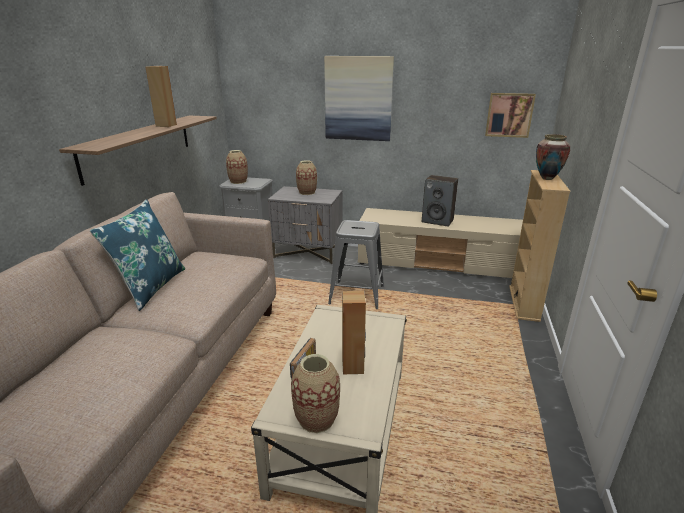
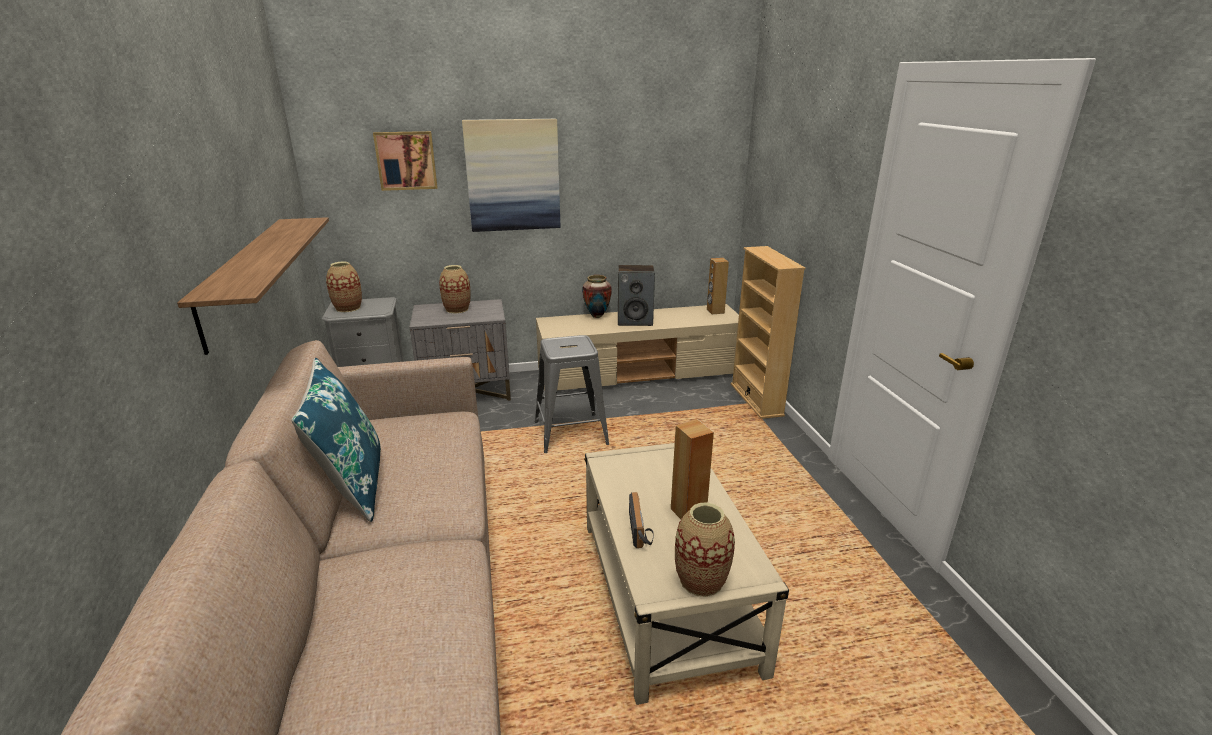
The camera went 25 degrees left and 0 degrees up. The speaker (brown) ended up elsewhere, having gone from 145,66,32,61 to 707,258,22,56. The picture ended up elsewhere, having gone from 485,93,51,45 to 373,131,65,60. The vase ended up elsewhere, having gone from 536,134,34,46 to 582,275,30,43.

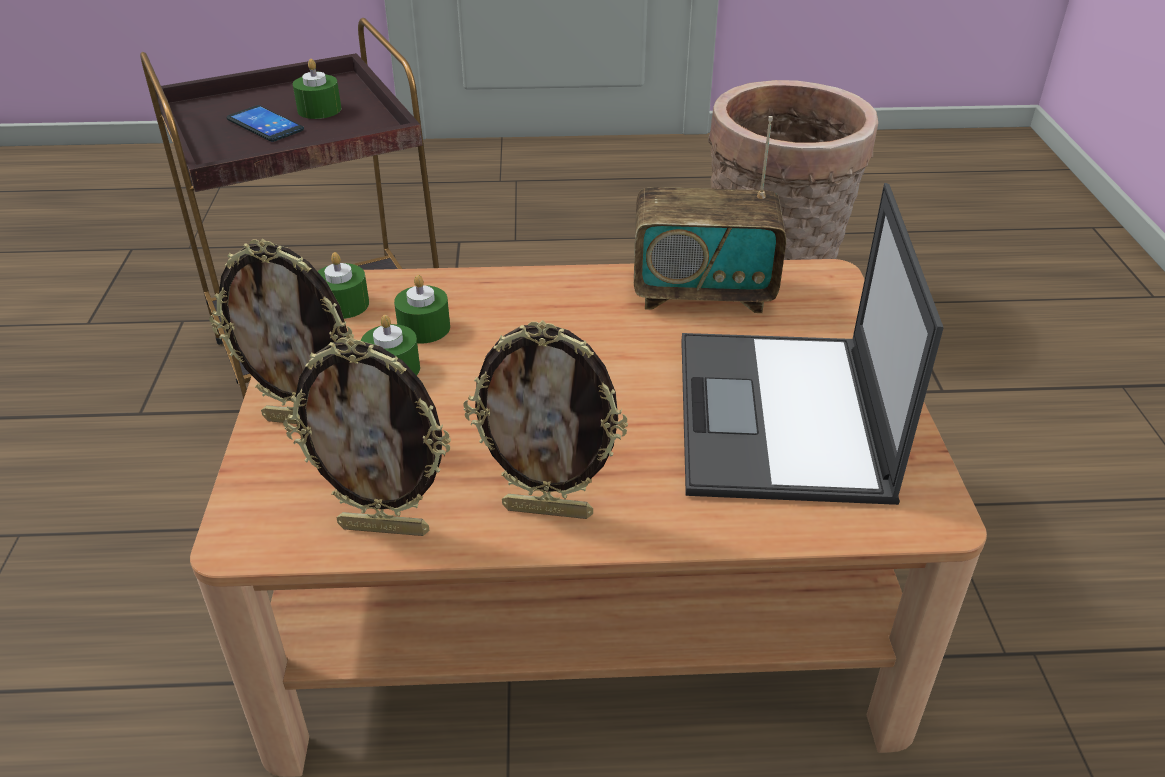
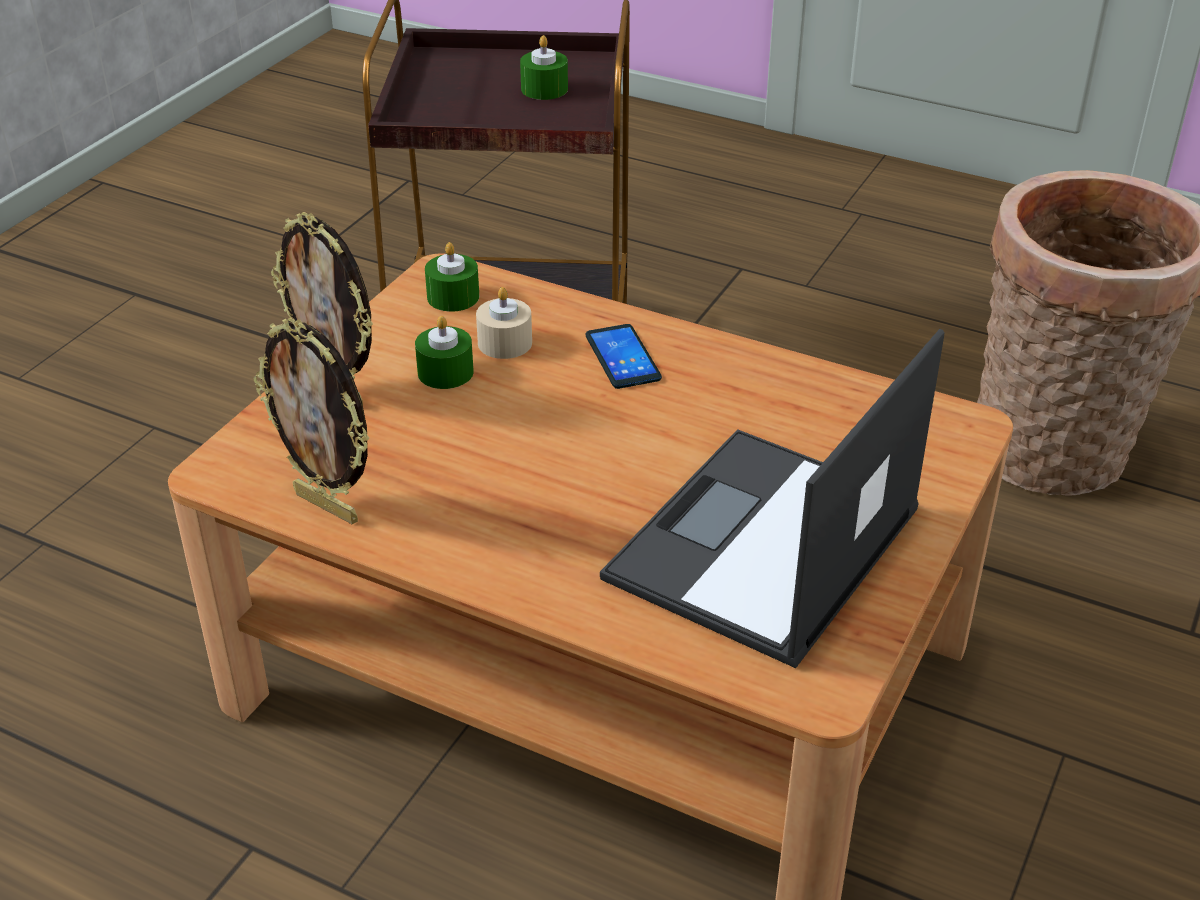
The camera went 30 degrees right and 0 degrees up. The phone ended up elsewhere, having gone from 227,105,77,37 to 586,324,76,65. The second view lost the radio at 634,116,152,197. What was the candle (green) at 394,275,56,69 turned into the candle (beige) at 476,287,56,72. The second view lost the picture frame at 463,320,165,199.

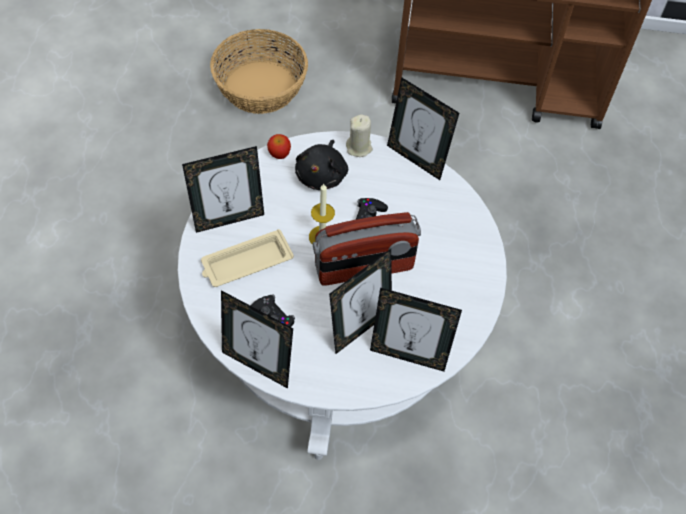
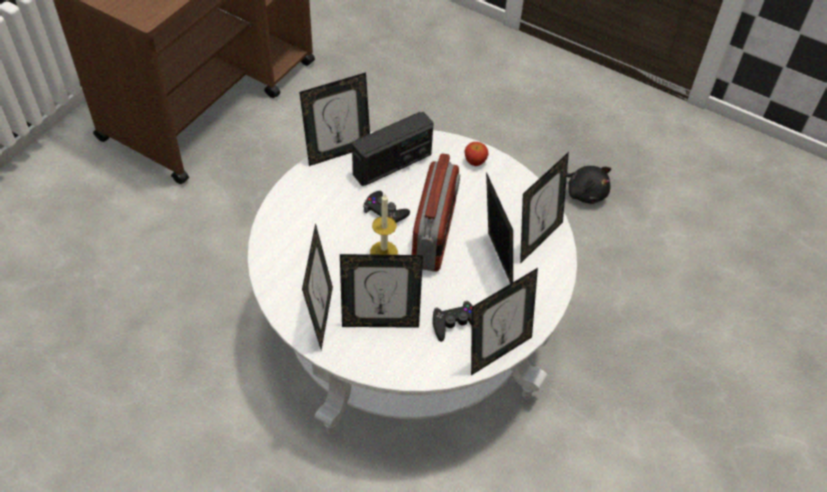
The camera went 65 degrees left and 5 degrees down. The second view lost the basket at 210,29,98,85. The second view lost the candle (beige) at 346,115,27,42. The apple ended up elsewhere, having gone from 267,134,24,25 to 464,142,24,24. The plush toy (black) ended up elsewhere, having gone from 295,140,53,50 to 567,166,44,38. Where the tray (beige) stood at 201,229,93,58, the picture frame came to stand at 340,254,83,74. The second view gained the radio at 352,112,82,74.

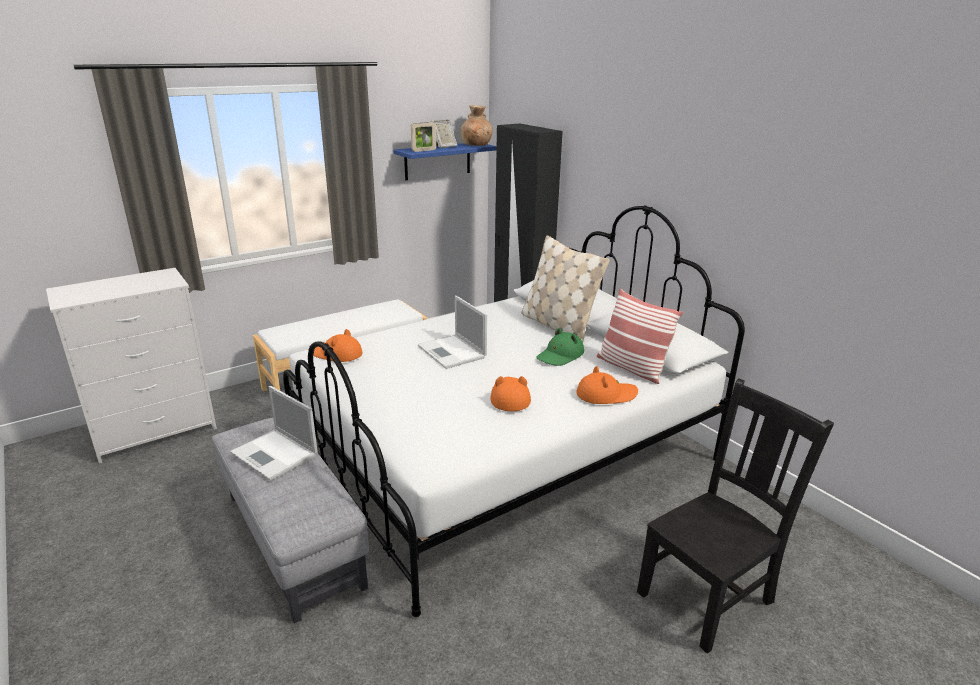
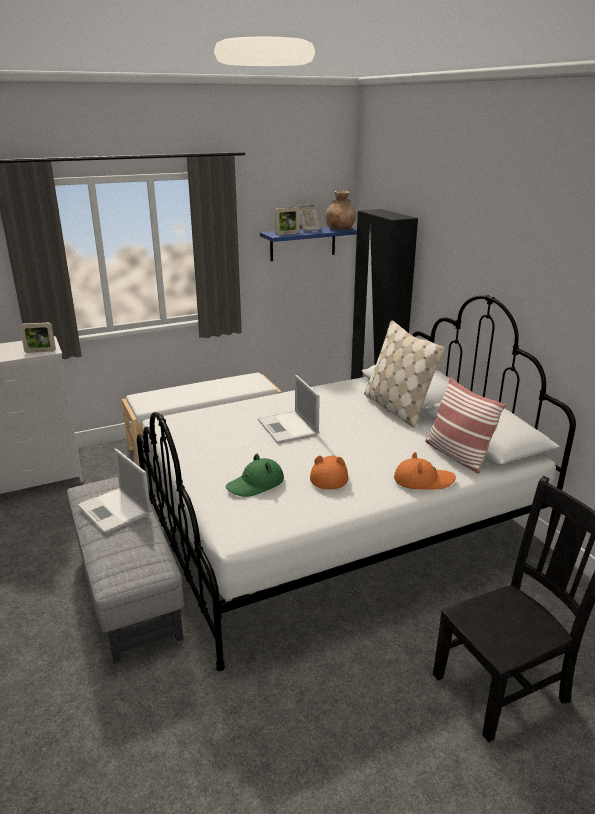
The camera went 10 degrees right and 0 degrees up. The hat (green) ended up elsewhere, having gone from 536,328,48,38 to 226,454,58,43. The second view lost the hat (orange) at 313,329,50,33. The second view gained the picture frame at 20,322,36,31.

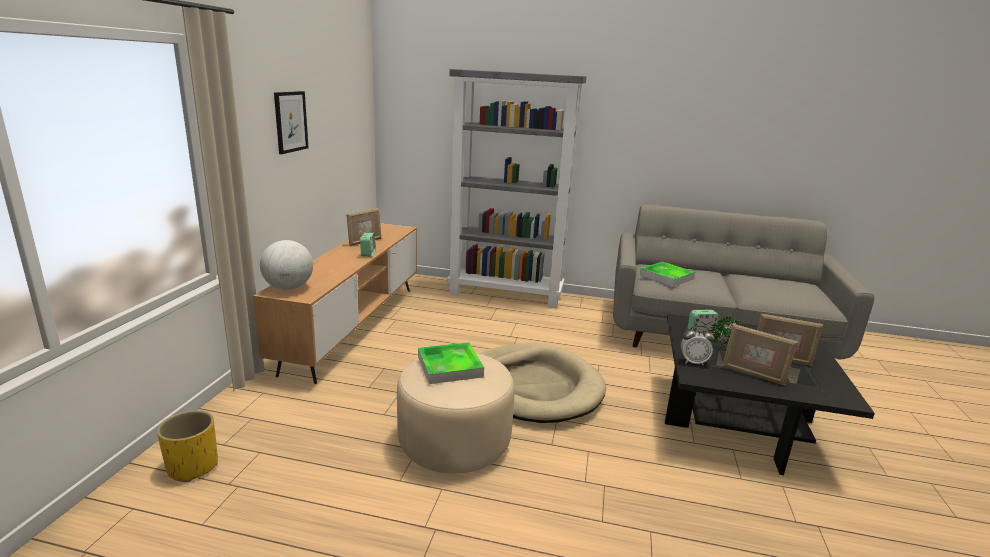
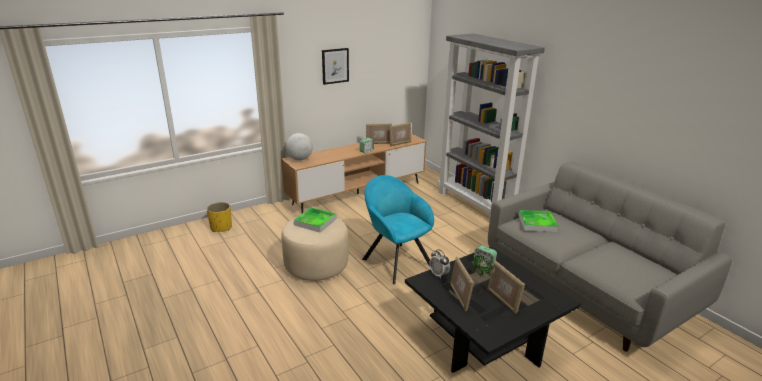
The camera went 45 degrees right and 5 degrees up. Where the dog bed (beige) stood at 480,343,126,80, the armchair (turquoise) came to stand at 362,175,72,109. The second view gained the picture frame at 390,122,21,24.

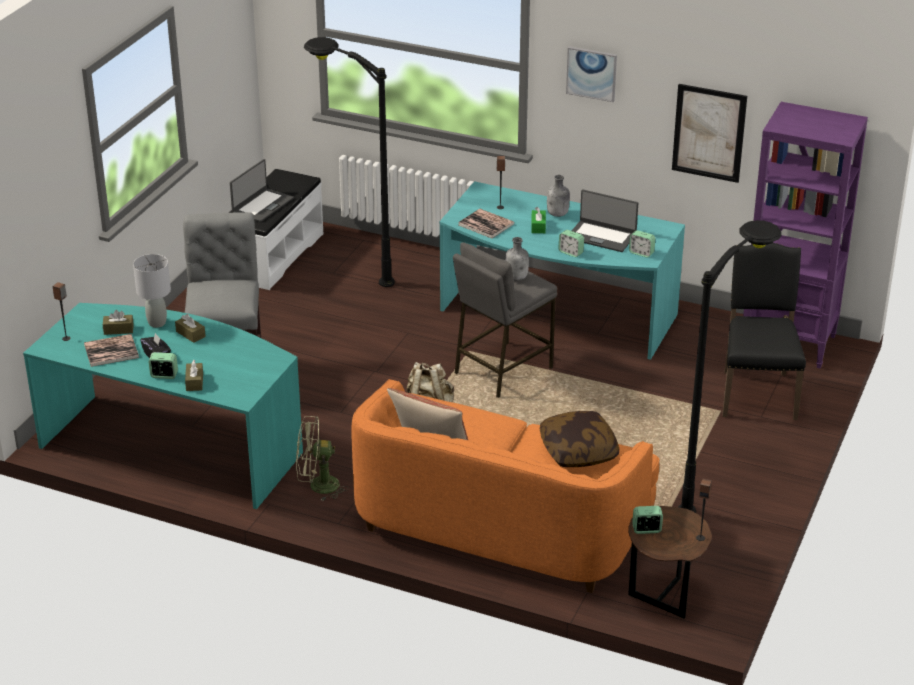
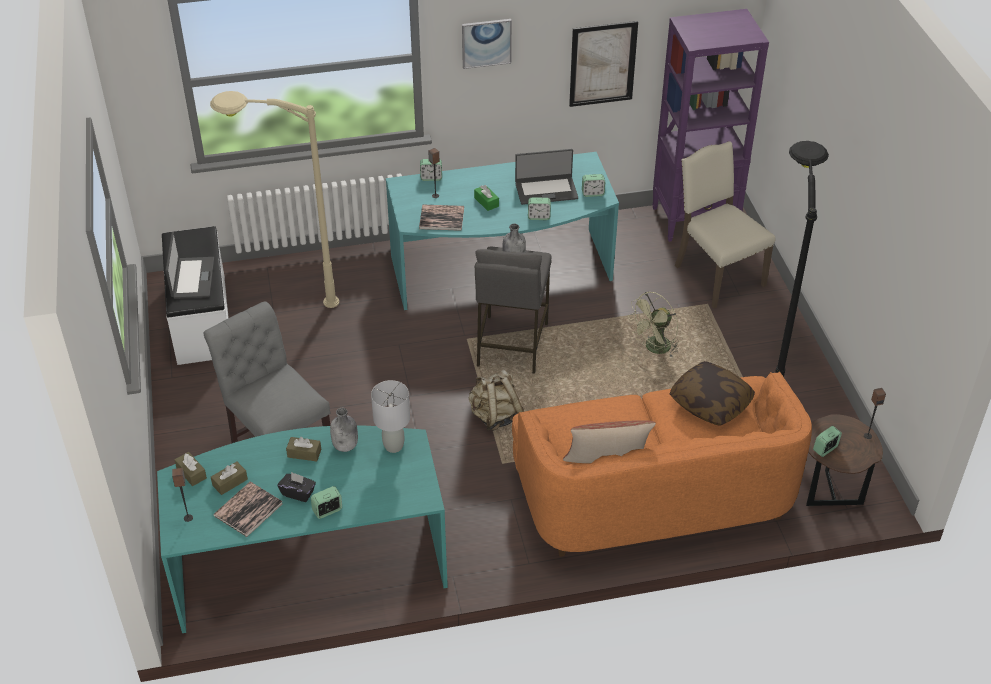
The camera went 35 degrees left and 10 degrees up. What was the floor lamp (black) at 304,37,91,250 turned into the floor lamp (beige) at 210,91,129,217. The bottle (grey) ended up elsewhere, having gone from 547,175,23,42 to 330,408,28,44. What was the chair (black) at 722,243,84,177 turned into the chair (beige) at 675,141,100,167. The table lamp (grey) ended up elsewhere, having gone from 133,254,38,74 to 371,380,39,73. The tissue box (brown) ended up elsewhere, having gone from 185,360,18,31 to 175,452,32,34. The fan (green) ended up elsewhere, having gone from 296,416,52,85 to 628,292,51,66. The second view gained the alarm clock at 420,159,22,22.

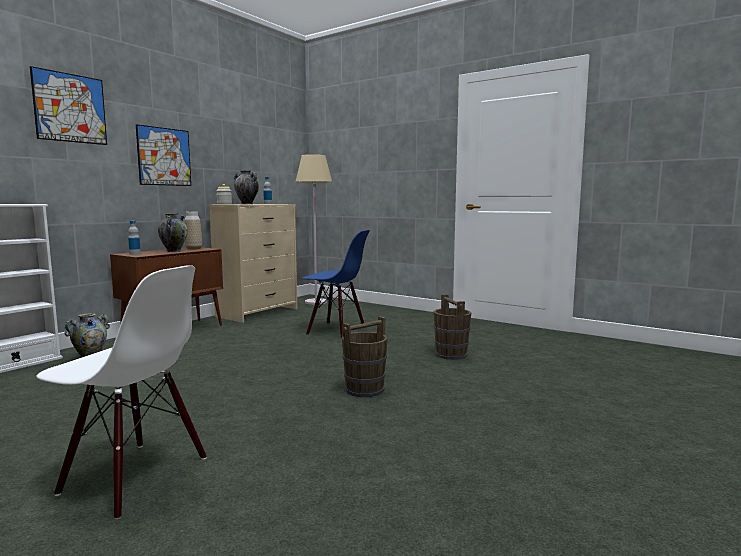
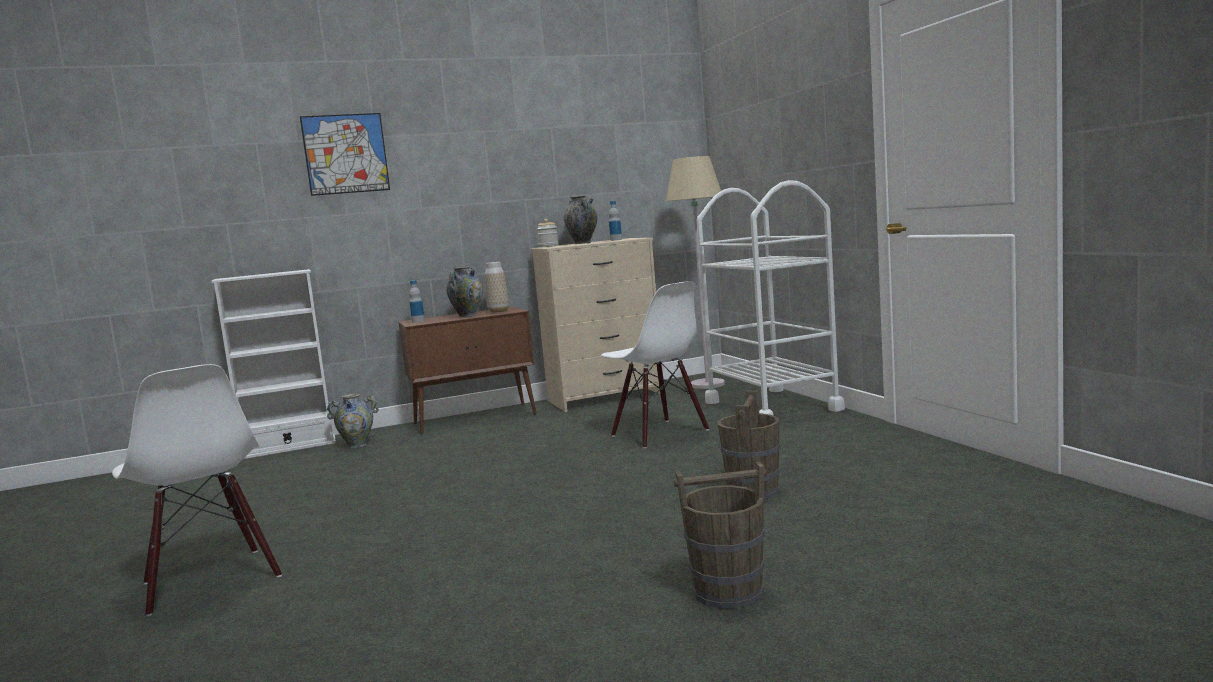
The camera went 35 degrees right and 0 degrees up. The second view lost the picture at 136,124,55,62. What was the chair (blue) at 302,230,68,109 turned into the chair (white) at 601,281,108,167. The bucket (brown) ended up elsewhere, having gone from 342,316,46,81 to 674,462,92,147. The second view gained the cart (white) at 697,180,148,236.

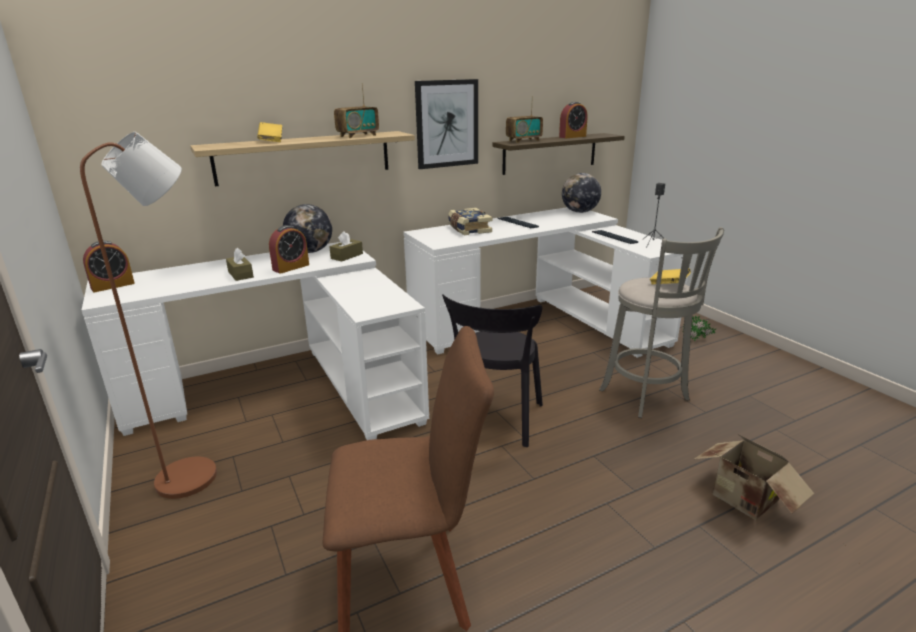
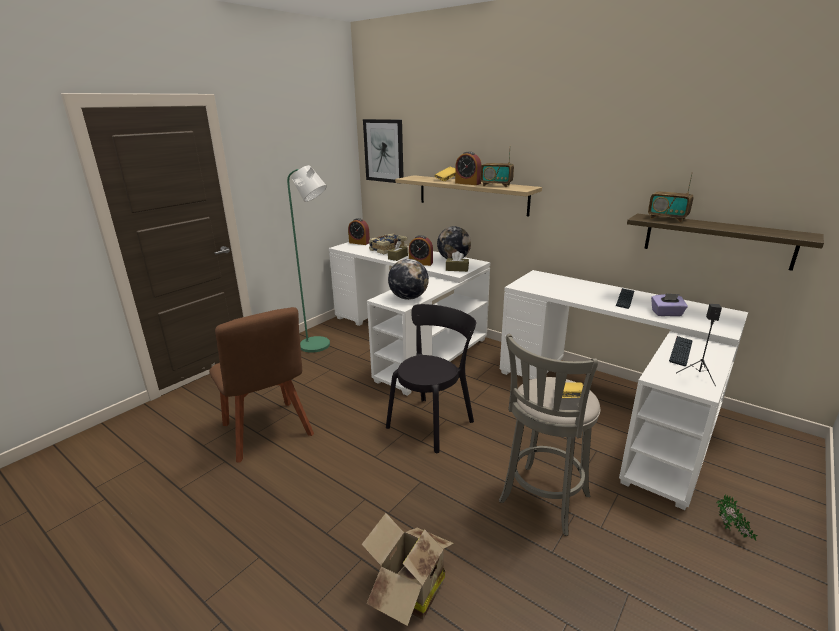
The camera went 65 degrees right and 0 degrees up. The picture ended up elsewhere, having gone from 415,79,63,90 to 363,119,41,65. The alarm clock ended up elsewhere, having gone from 559,102,29,36 to 455,151,27,34. What was the floor lamp (brown) at 80,132,137,367 turned into the floor lamp (green) at 287,165,43,188. The globe ended up elsewhere, having gone from 562,173,39,40 to 388,259,41,41. The book ended up elsewhere, having gone from 448,208,44,27 to 369,234,39,20. The chair (black) at 442,294,101,153 ended up facing another way, 135 degrees clockwise from before. The second view gained the tissue box (purple) at 651,293,37,23.

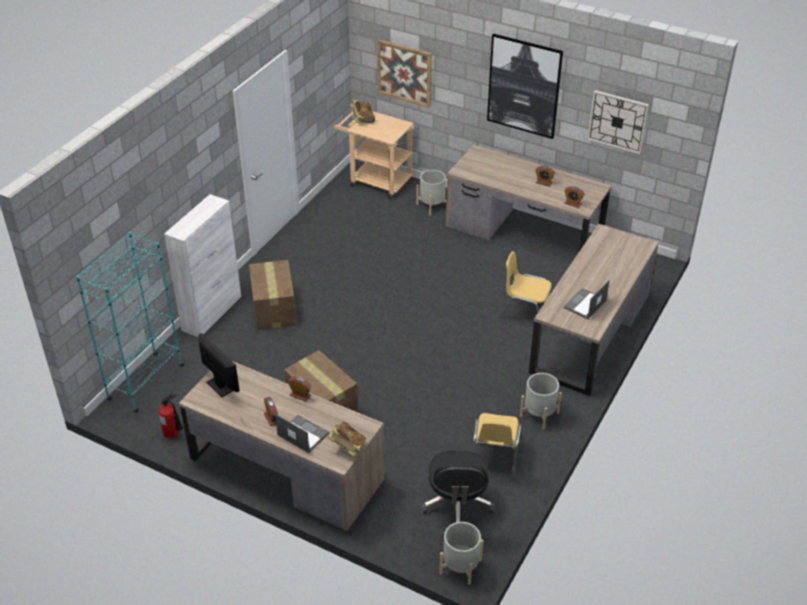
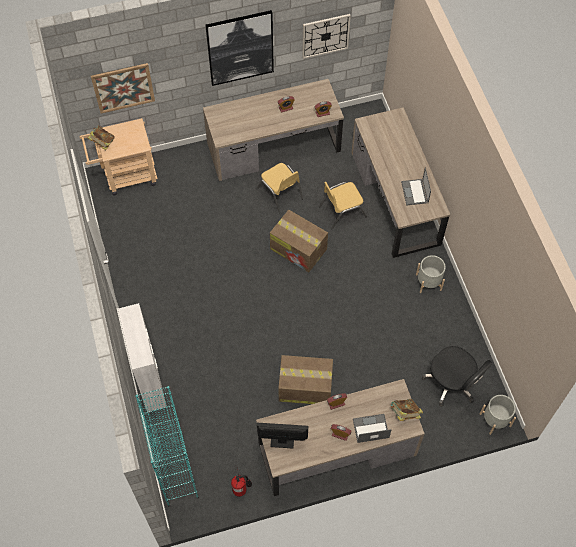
The camera went 45 degrees left and 20 degrees up. The second view lost the planter (grey) at 416,170,30,45. The cardboard box ended up elsewhere, having gone from 249,260,48,70 to 270,210,58,62. The chair (yellow) ended up elsewhere, having gone from 472,413,50,66 to 257,163,46,50.

